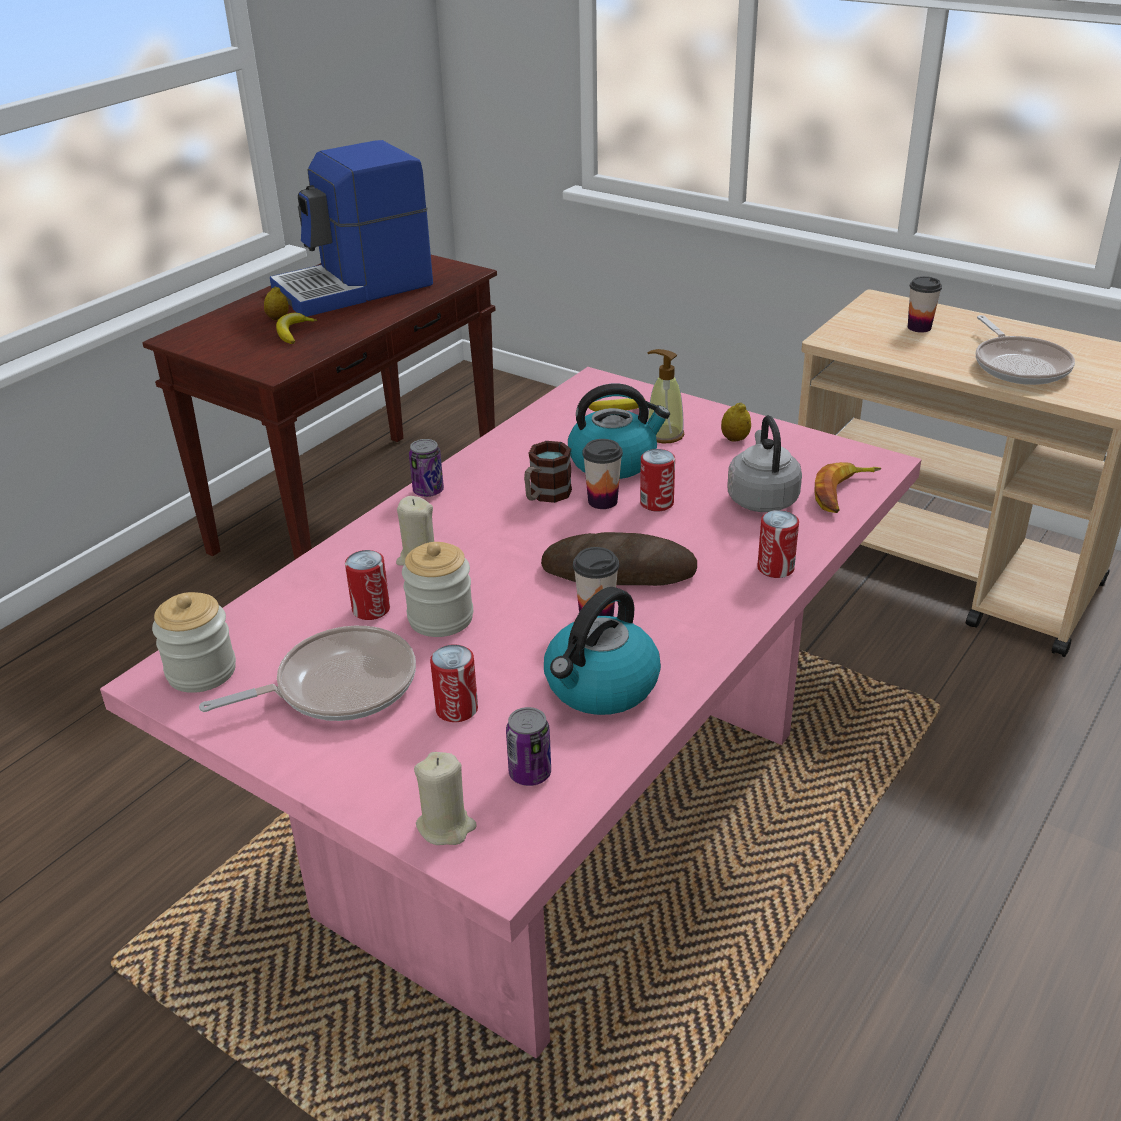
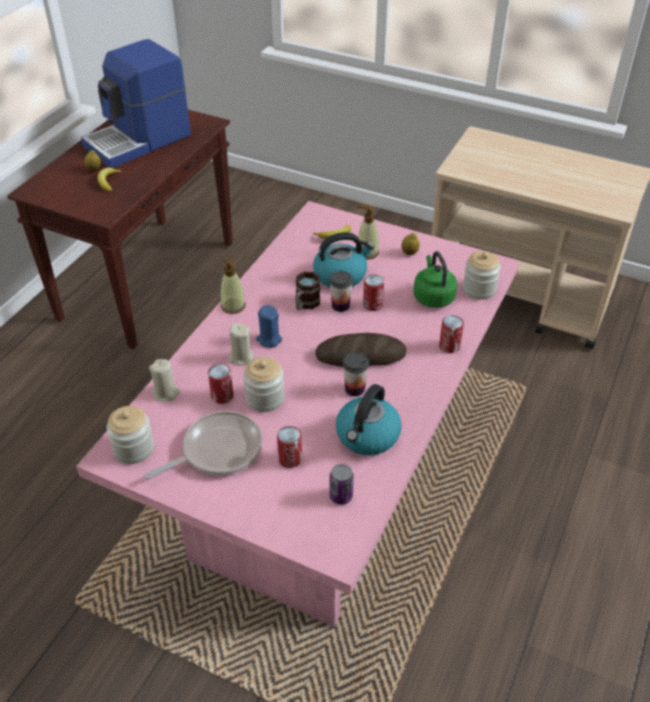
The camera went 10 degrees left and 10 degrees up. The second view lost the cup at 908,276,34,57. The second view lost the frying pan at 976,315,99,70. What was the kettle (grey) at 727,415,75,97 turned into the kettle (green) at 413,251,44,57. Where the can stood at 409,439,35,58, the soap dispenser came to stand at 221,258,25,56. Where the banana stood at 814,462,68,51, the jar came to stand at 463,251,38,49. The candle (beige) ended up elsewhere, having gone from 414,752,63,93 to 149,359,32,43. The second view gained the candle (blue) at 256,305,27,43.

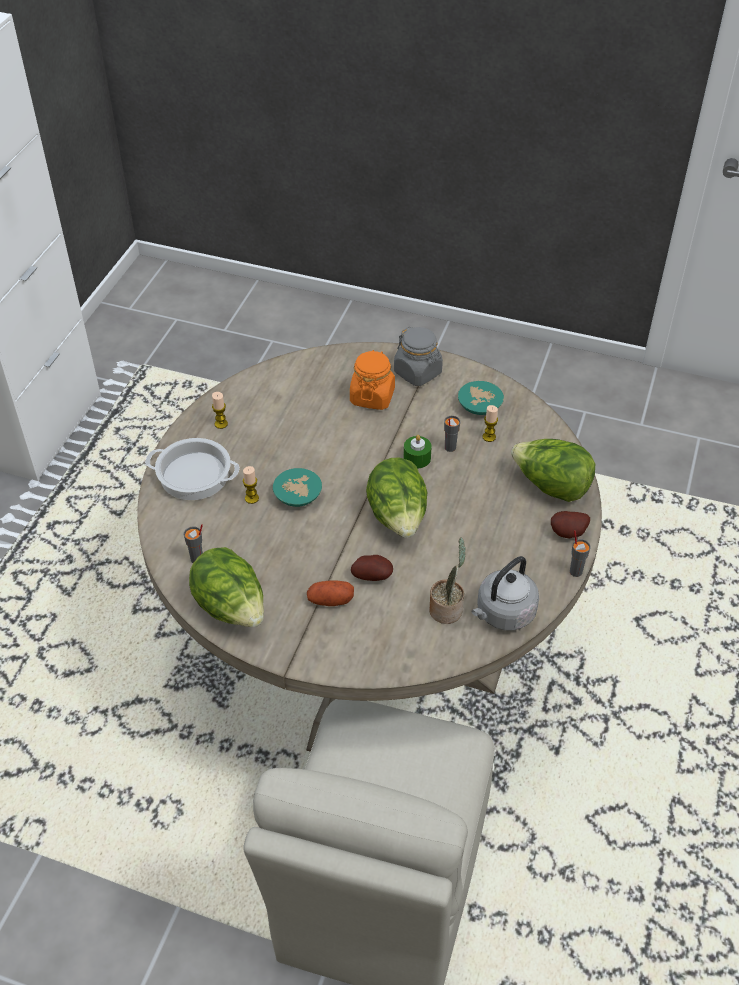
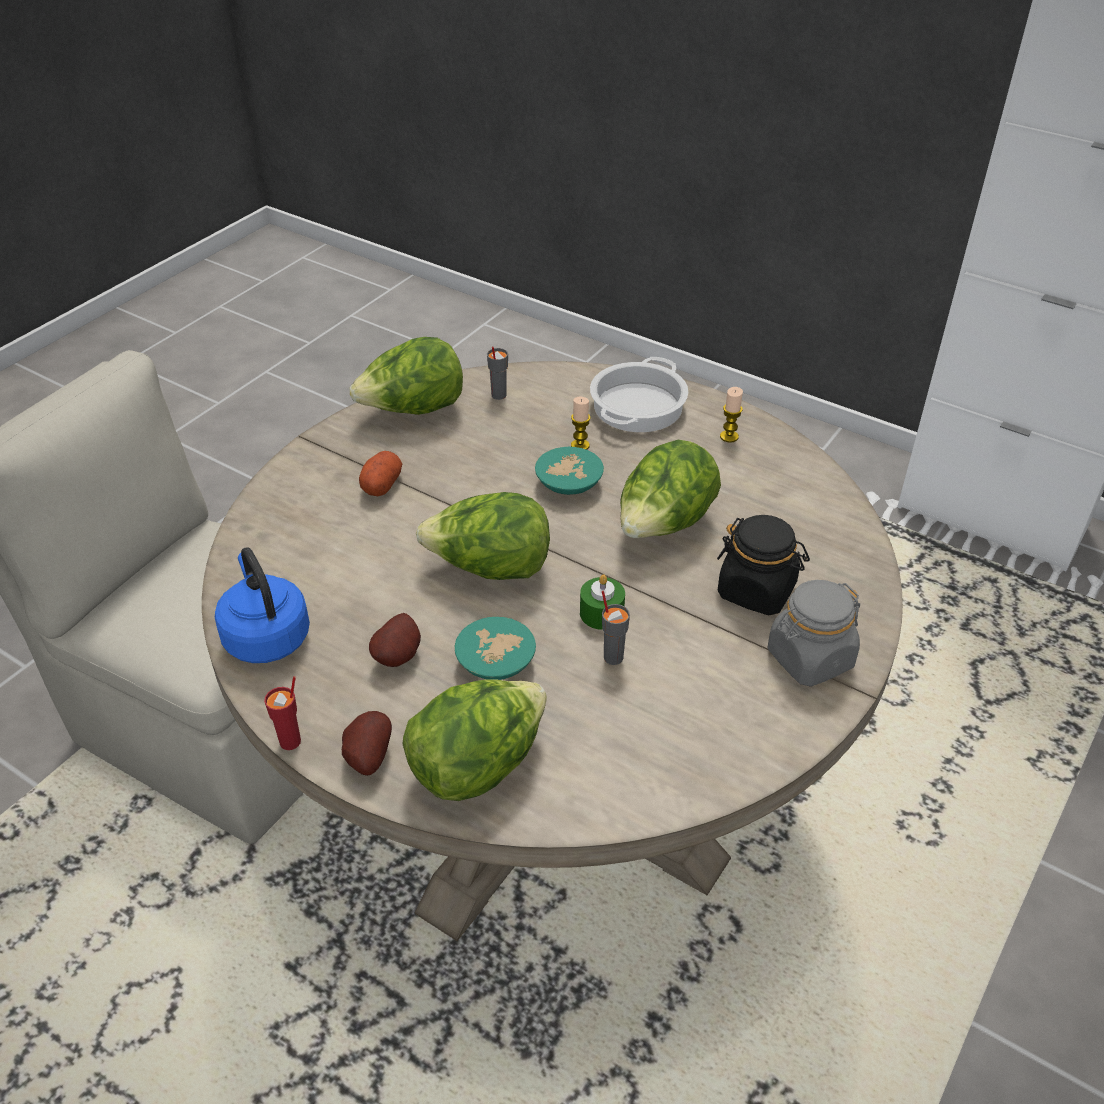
The camera went 105 degrees right and 5 degrees down. What was the jar (orange) at 350,350,45,60 turned into the jar (black) at 717,515,93,100. The bowl (turquoise) ended up elsewhere, having gone from 458,381,46,34 to 455,617,81,63. The second view lost the candle at 483,405,15,37. What was the cup (grey) at 570,530,21,47 turned into the cup (red) at 264,676,37,74. The second view lost the potted plant at 429,537,37,87. The potato ended up elsewhere, having gone from 351,555,42,26 to 369,613,52,54. What was the kettle (grey) at 471,556,68,75 turned into the kettle (blue) at 215,547,95,116. The second view gained the lettuce at 620,440,101,98.

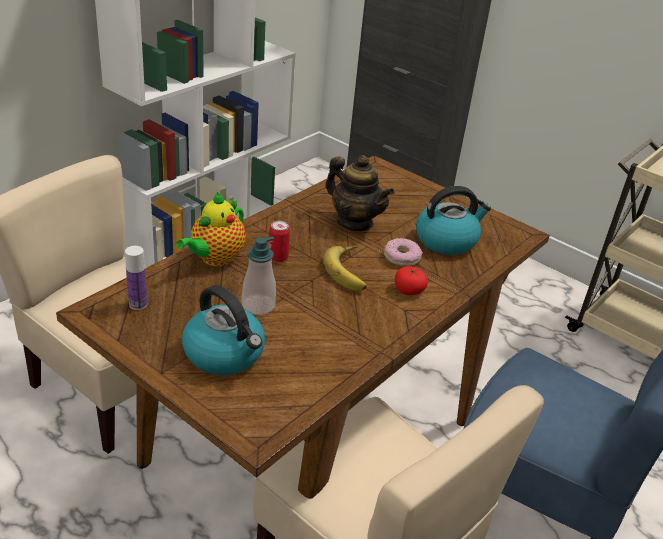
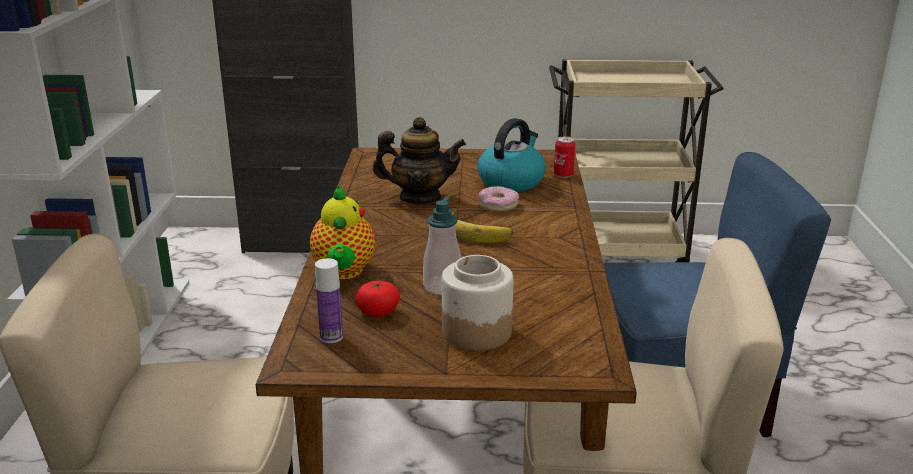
The camera went 35 degrees left and 10 degrees down. The can ended up elsewhere, having gone from 269,221,21,41 to 554,136,21,42. The tomato ended up elsewhere, having gone from 395,266,33,29 to 355,280,45,37. Where the kettle stood at 182,285,83,90, the jar came to stand at 442,255,71,96.

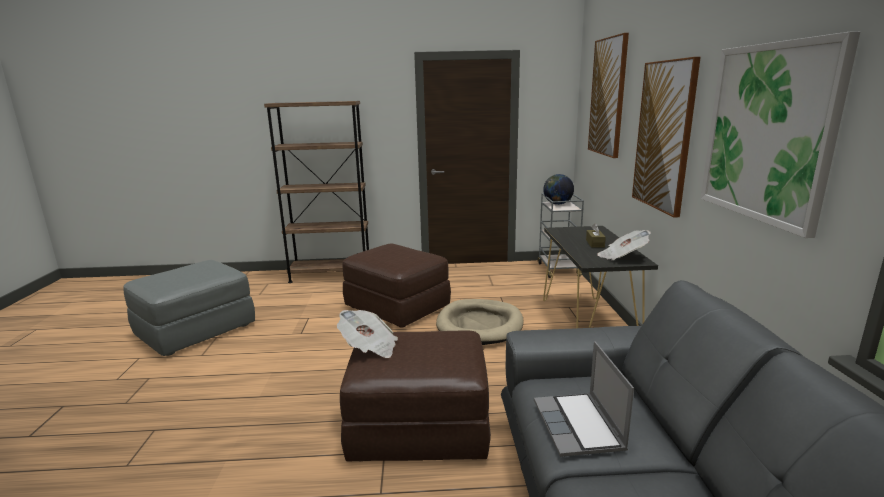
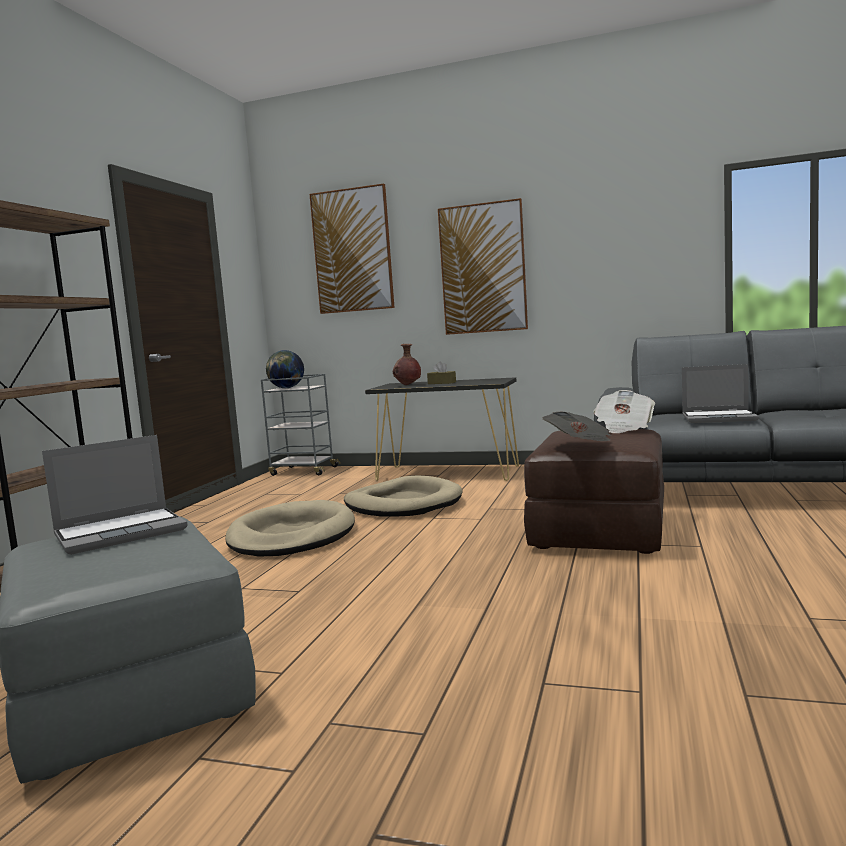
The camera went 70 degrees left and 10 degrees down. The second view lost the picture at 701,31,159,207. The newspaper ended up elsewhere, having gone from 597,230,54,30 to 594,390,61,43. Where the ottoman (brown) stood at 343,244,108,84, the dog bed (beige) came to stand at 225,500,130,56. The second view gained the vase (brown) at 393,344,28,41. The second view gained the laptop at 42,435,146,120.

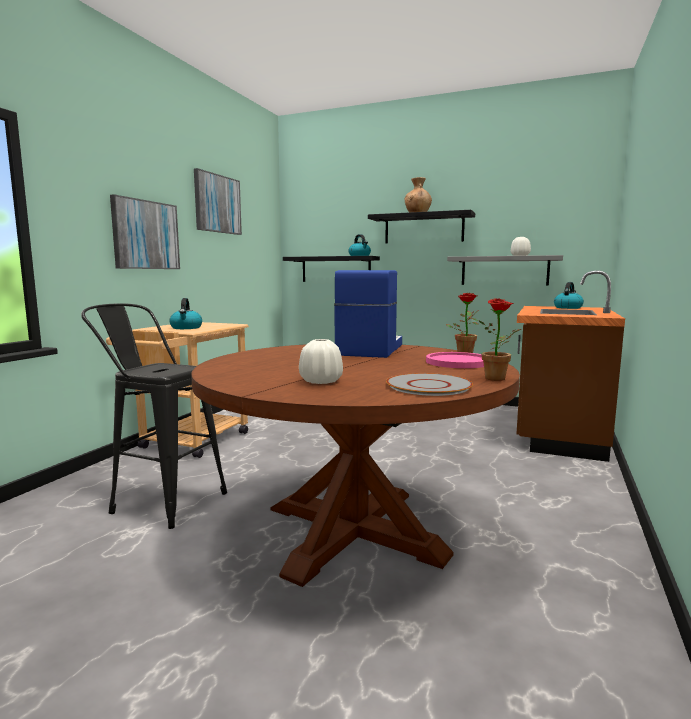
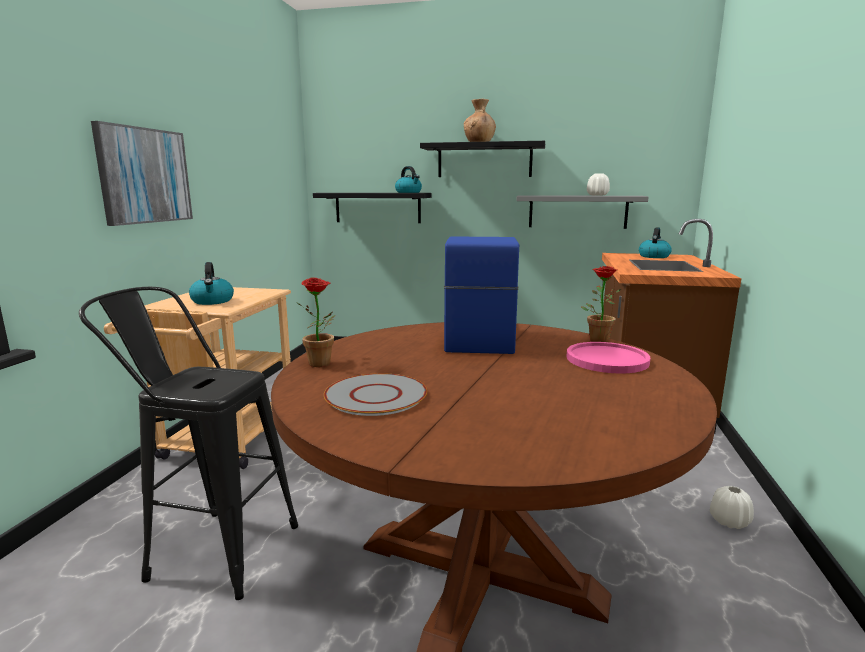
The camera went 10 degrees left and 5 degrees up. The second view lost the picture at 194,168,48,67. The potted plant ended up elsewhere, having gone from 479,298,42,83 to 296,278,39,89. The vase (white) ended up elsewhere, having gone from 299,339,44,45 to 710,486,44,43. The plate (grey) ended up elsewhere, having gone from 386,373,87,23 to 324,373,103,43.

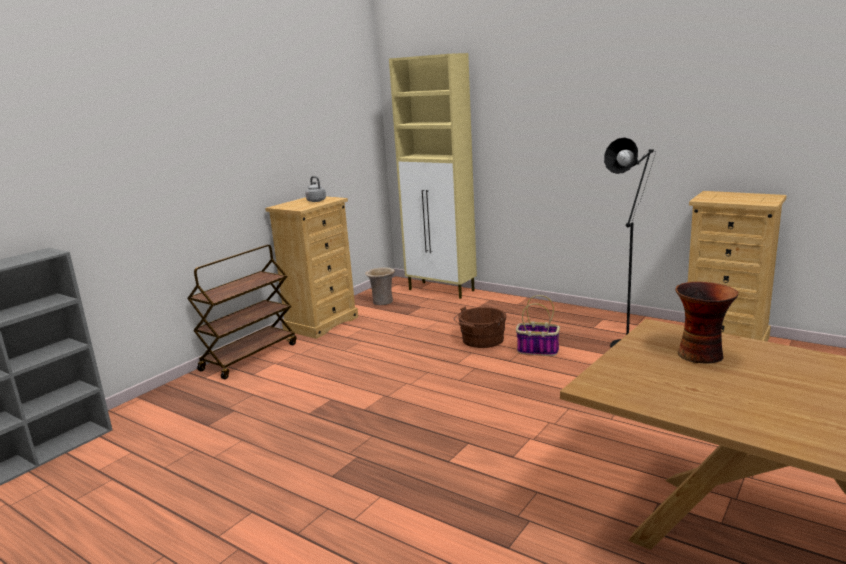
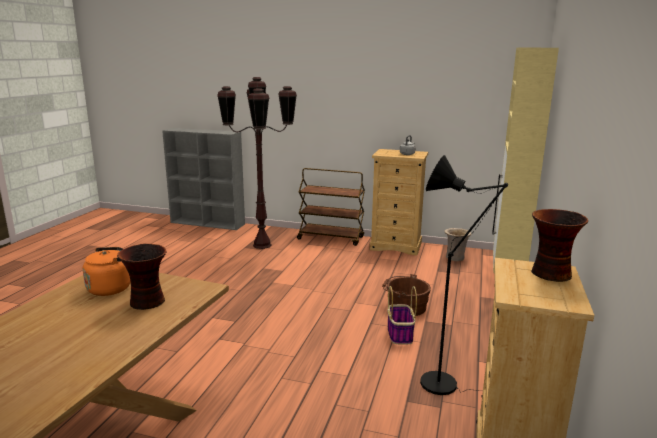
The camera went 70 degrees right and 0 degrees up. The second view gained the floor lamp (brown) at 217,77,80,172. The second view gained the vase at 531,209,57,73. The second view gained the kettle (orange) at 83,247,48,49.

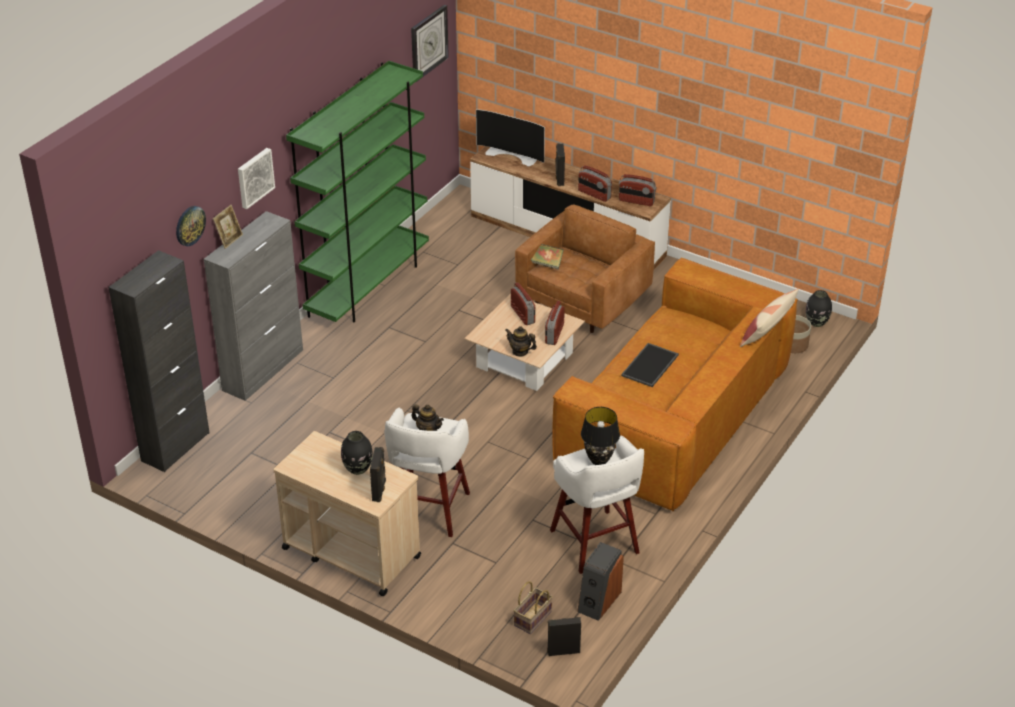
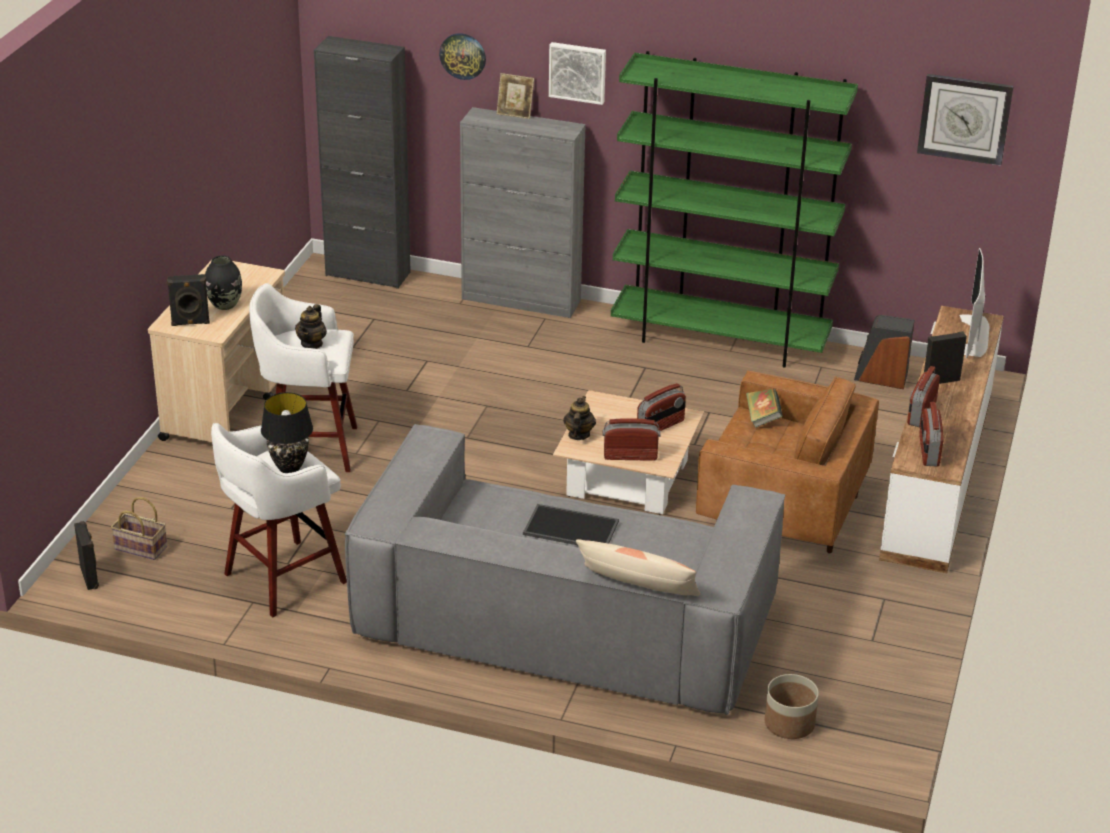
The camera went 75 degrees right and 5 degrees down. What was the sofa (brown) at 552,258,246,254 turned into the sofa (grey) at 345,424,441,291. The second view lost the vase (black) at 806,290,26,37. The speaker ended up elsewhere, having gone from 577,542,47,79 to 854,315,61,74.

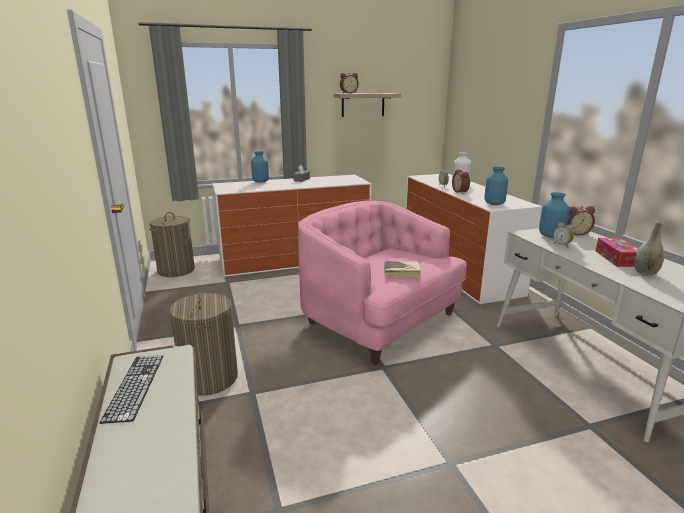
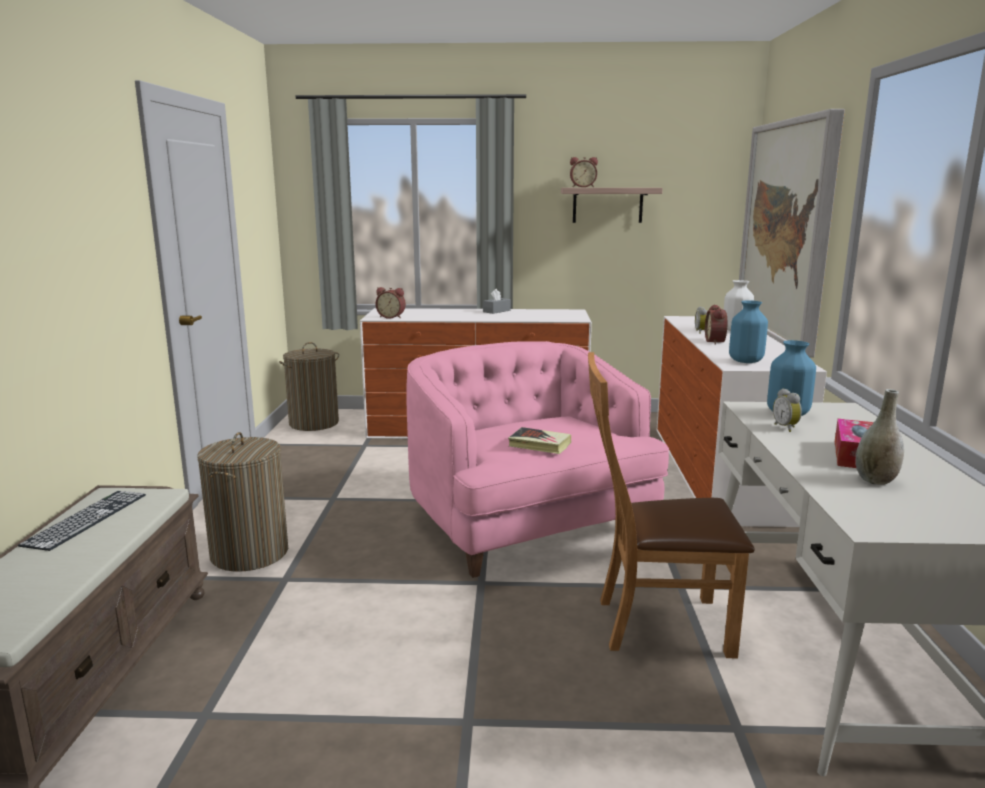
The camera went 20 degrees right and 5 degrees down. The second view lost the vase (blue) at 251,151,18,32. The alarm clock ended up elsewhere, having gone from 567,206,28,30 to 375,287,31,32. The second view gained the picture at 739,109,106,249. The second view gained the chair (brown) at 588,352,167,306.

